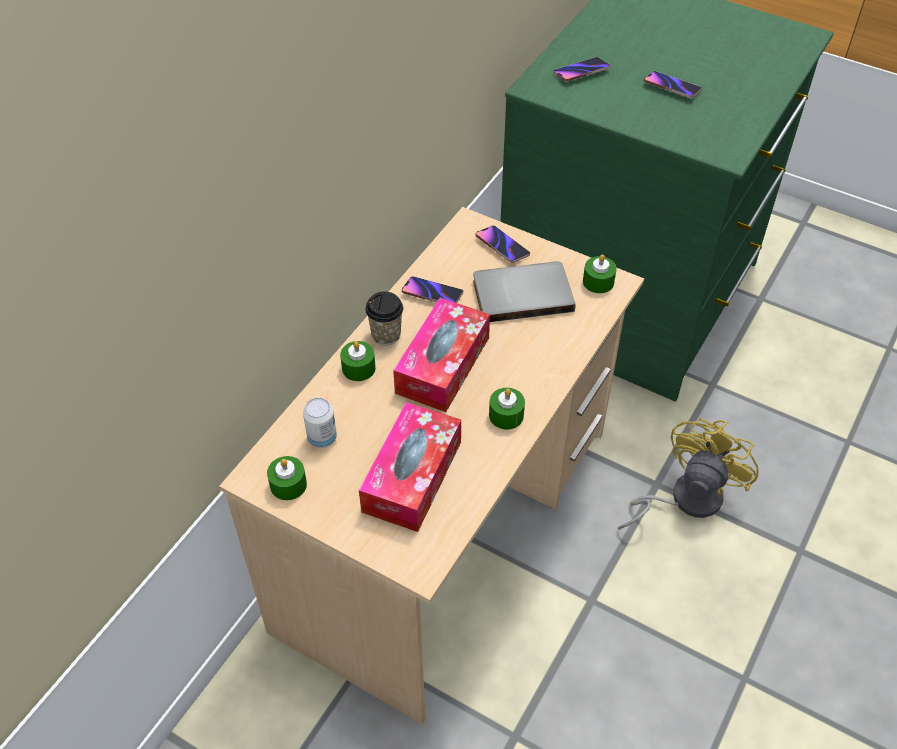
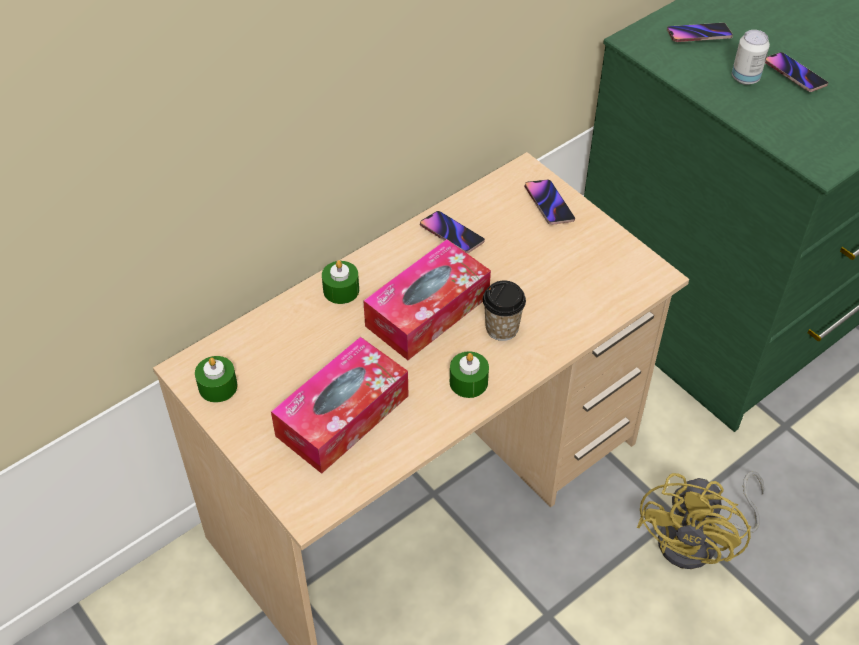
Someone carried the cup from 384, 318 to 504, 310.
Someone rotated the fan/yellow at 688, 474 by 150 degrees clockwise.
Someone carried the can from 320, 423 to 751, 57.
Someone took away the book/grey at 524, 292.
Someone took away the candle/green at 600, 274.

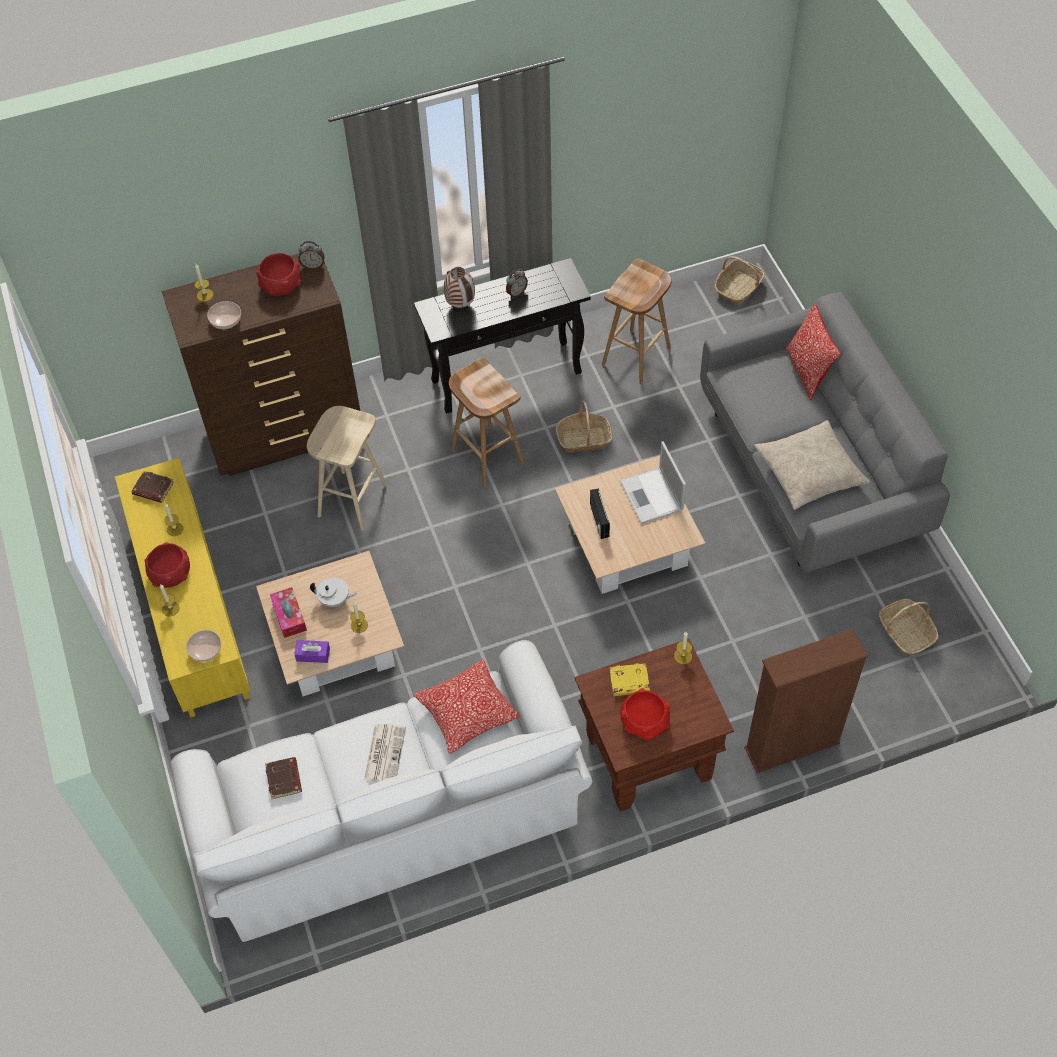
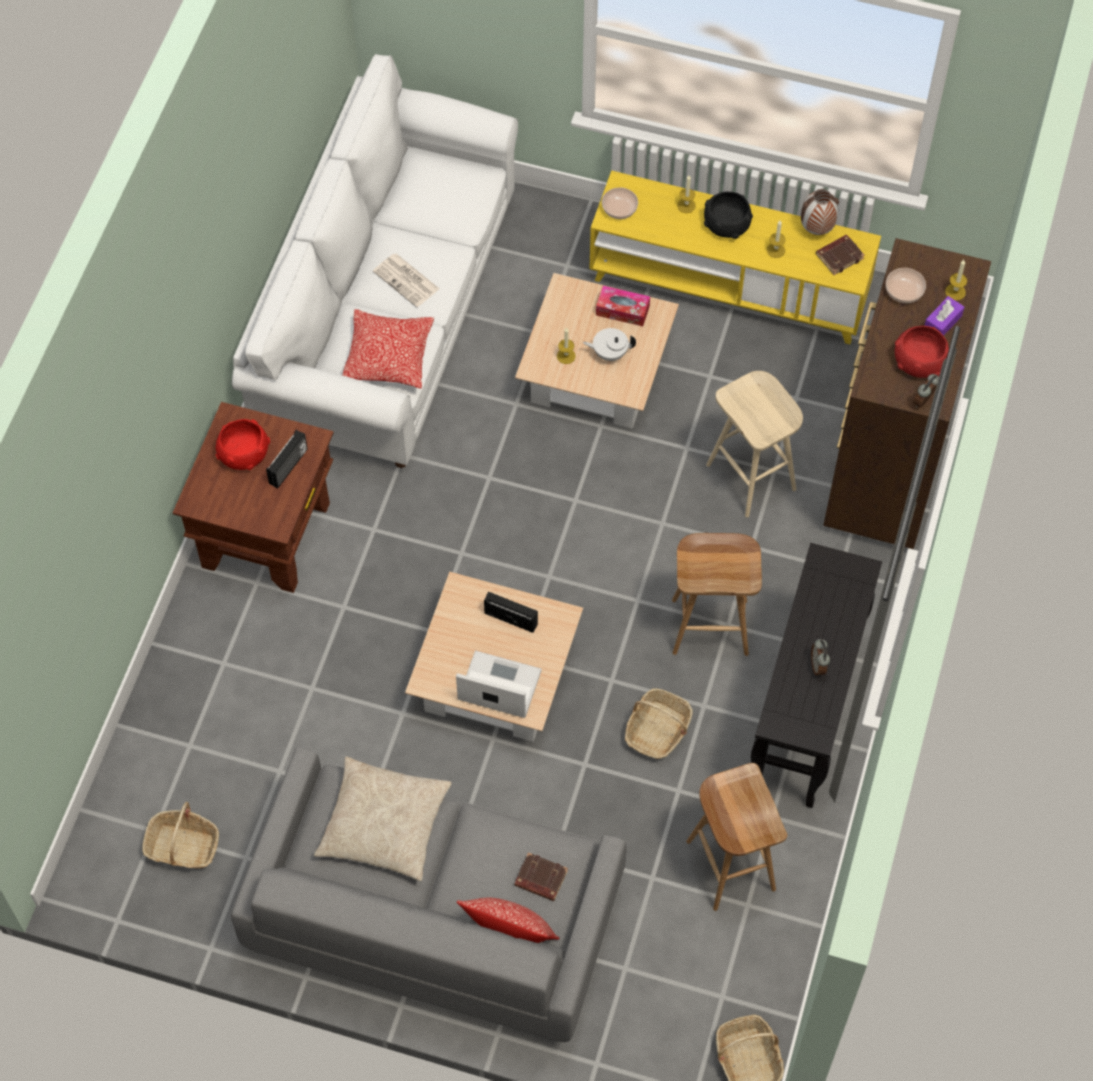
Someone swapped the book/yellow at 629, 679 for the radio at 287, 459.
Someone carried the book/brown from 283, 778 to 541, 876.
Someone rotated the teapot/white at 333, 592 by 45 degrees clockwise.
Someone repainted the bowl/red at 167, 565, which became the bowl/black at 728, 215.
Someone carried the vase from 459, 287 to 820, 212.
Someone carried the tissue box/purple from 312, 651 to 944, 316.
Someone took away the candle at 683, 648.
Someone took away the bookcase/brown at 806, 701.

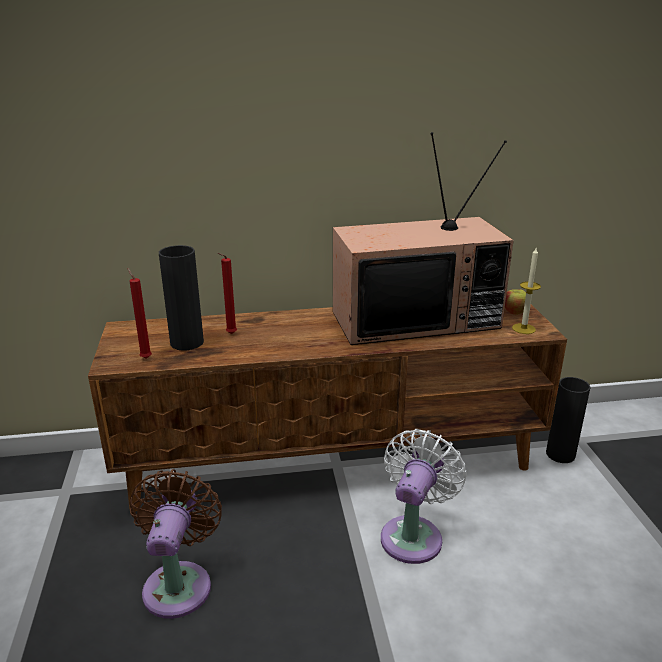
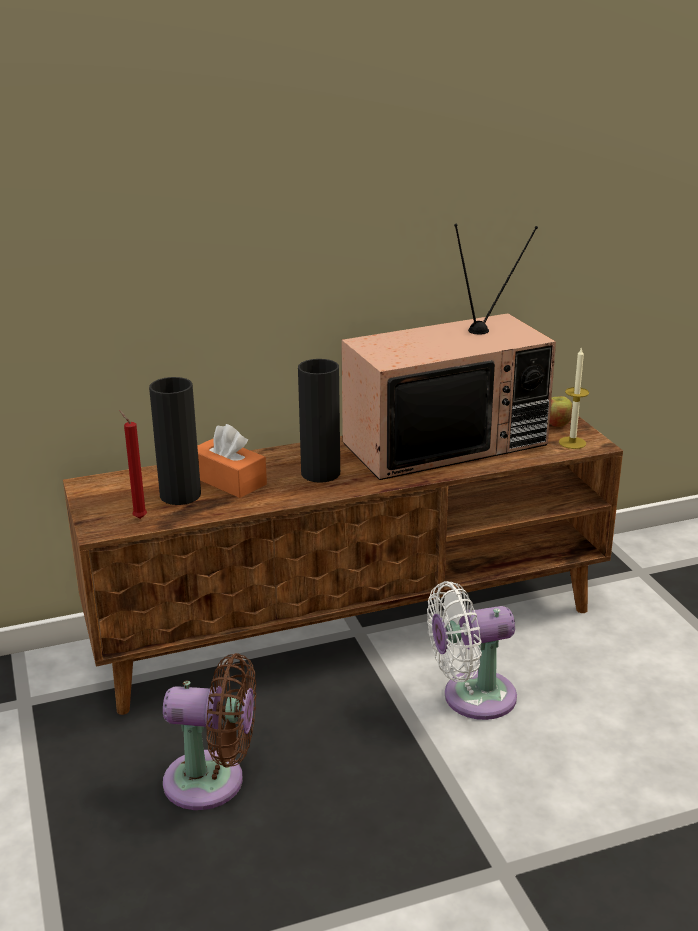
Someone rotated the fan/brown at 176, 544 by 105 degrees clockwise.
Someone swapped the candle/red at 227, 293 for the tissue box/orange at 232, 461.
Someone carried the vase/black from 568, 420 to 319, 421.
Someone rotated the fan/white at 424, 496 by 120 degrees counterclockwise.

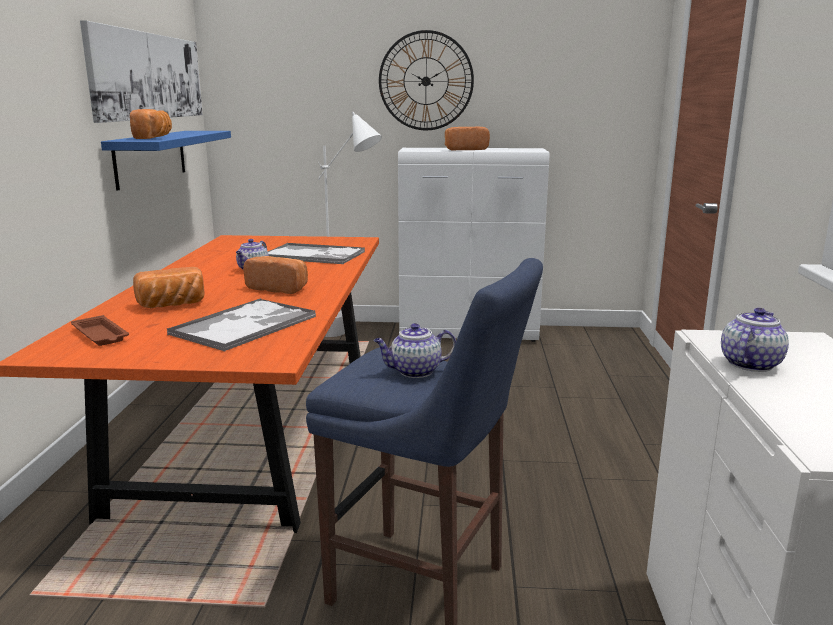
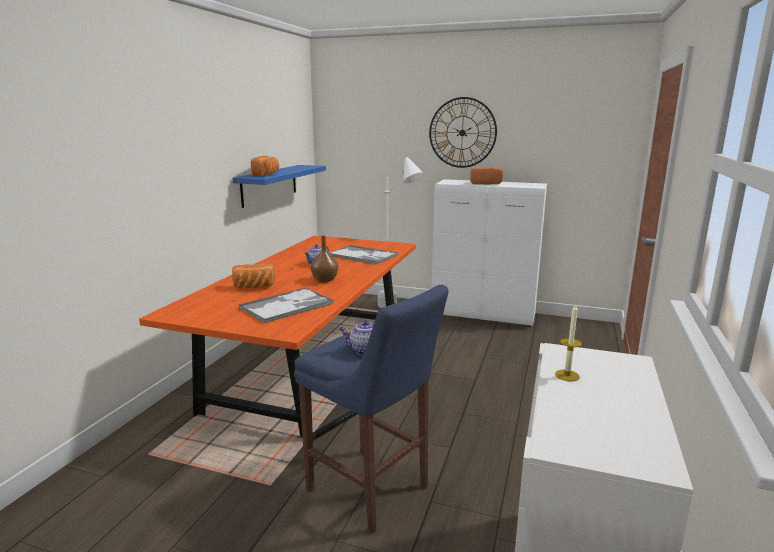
Someone swapped the bread at 275, 275 for the vase/brown at 324, 259.
Someone swapped the teapot at 755, 340 for the candle at 568, 342.
Someone took away the tray/brown at 100, 330.
Someone took away the picture at 141, 71.

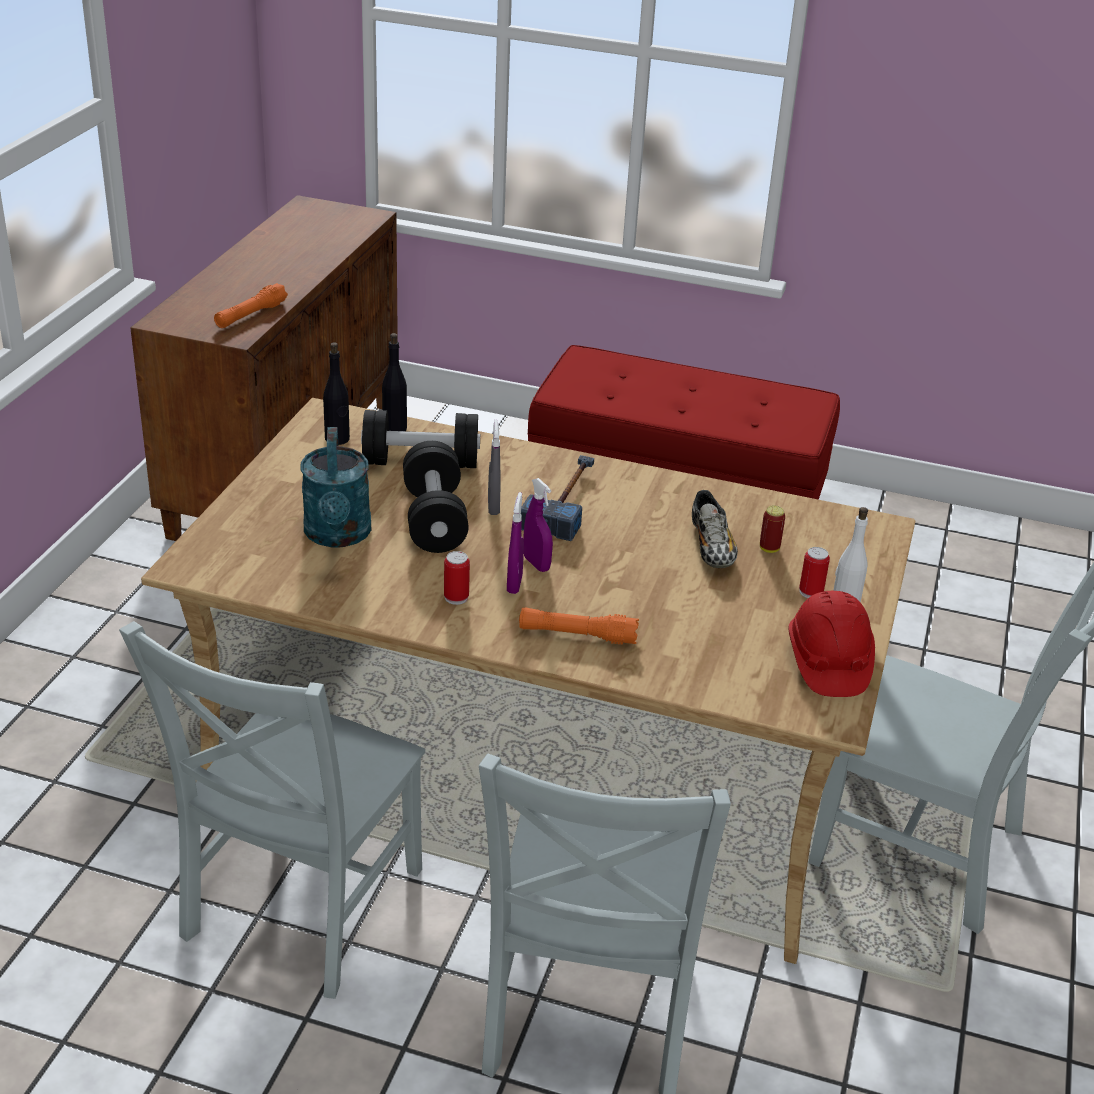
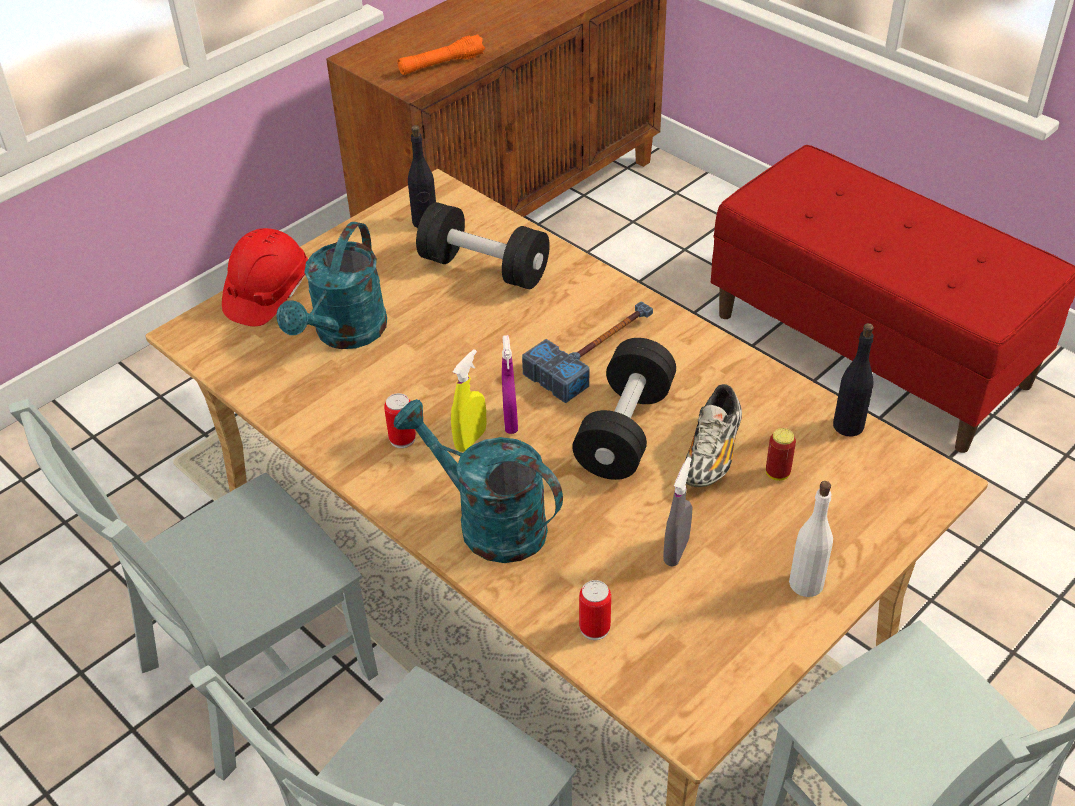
Someone carried the hard hat/red from 831, 644 to 265, 277.
Someone swapped the flashlight/orange at 579, 626 for the watering can/turquoise at 478, 481.
Someone repainted the spray bottle/purple at 515, 543, which became the spray bottle/yellow at 468, 400.
Someone carried the dumbbell/black from 436, 497 to 624, 409.
Someone carried the can from 814, 572 to 595, 610.
Someone carried the spray bottle/grey from 494, 467 to 677, 511.
Someone carried the bottle/black from 394, 382 to 853, 380.

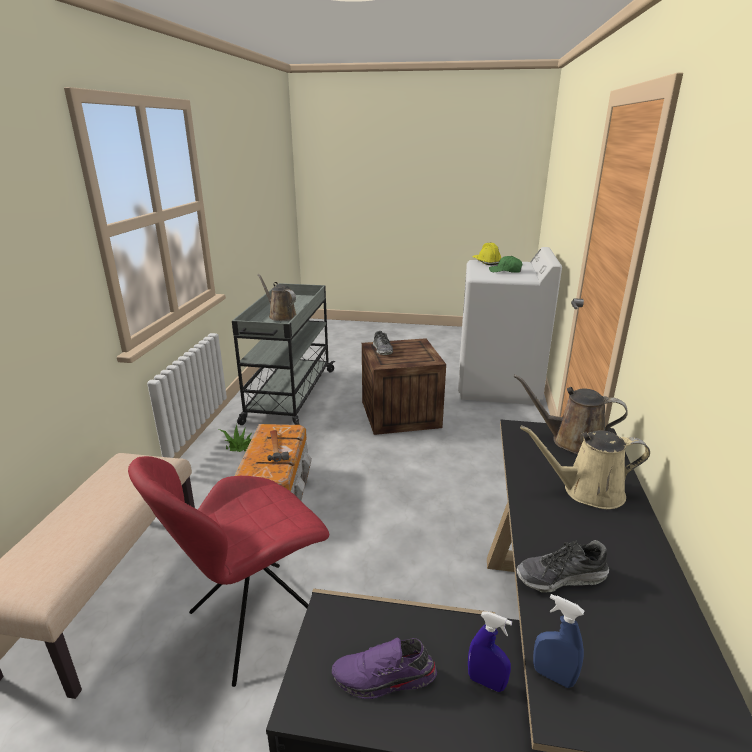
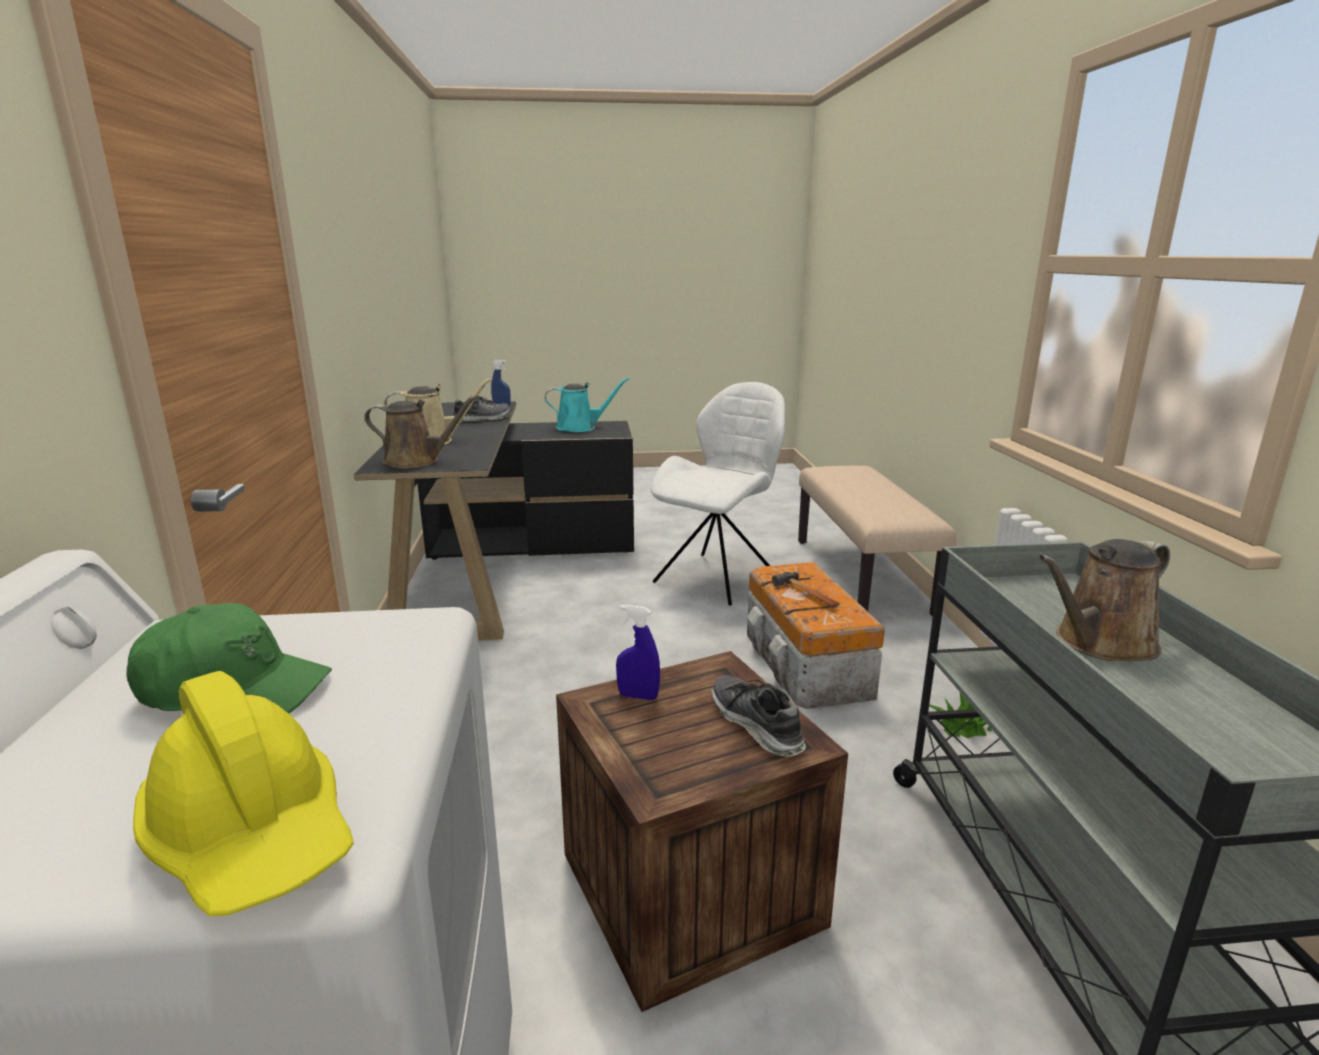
Someone swapped the shoe/purple at 384, 668 for the watering can/turquoise at 587, 404.
Someone carried the spray bottle/blue from 490, 651 to 638, 652.
Someone repainted the chair/red at 228, 571, which became the chair/white at 718, 494.
Someone rotated the watering can/brown at 276, 297 by 120 degrees clockwise.

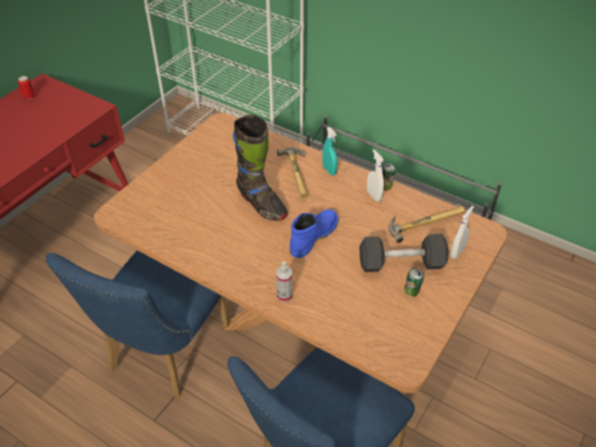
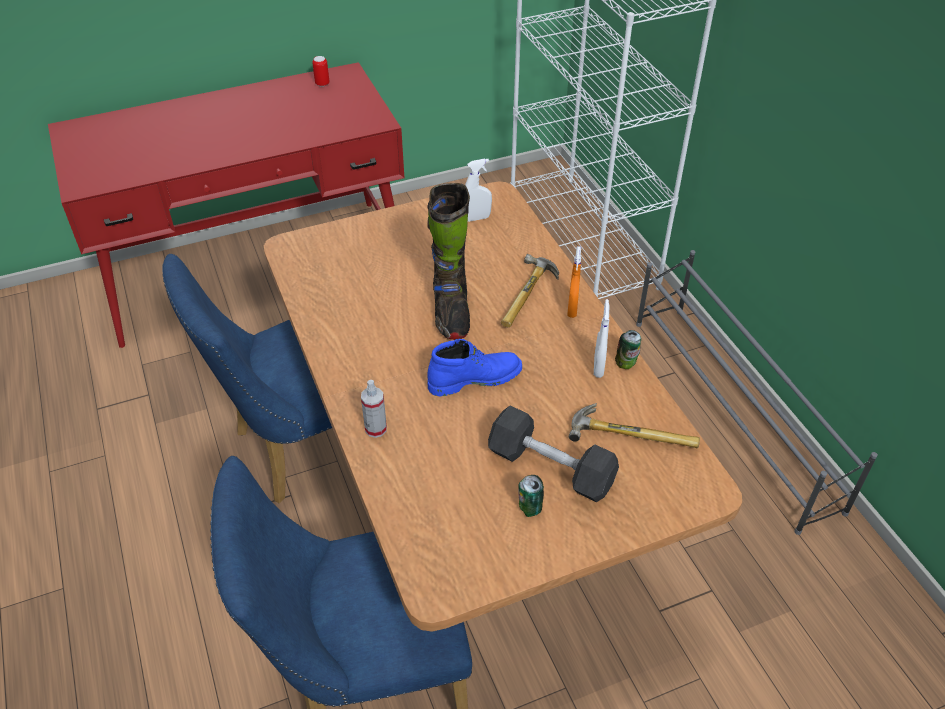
Someone carried the spray bottle/white from 462, 232 to 478, 190.
Someone repainted the spray bottle/turquoise at 330, 151, which became the spray bottle/orange at 574, 282.

